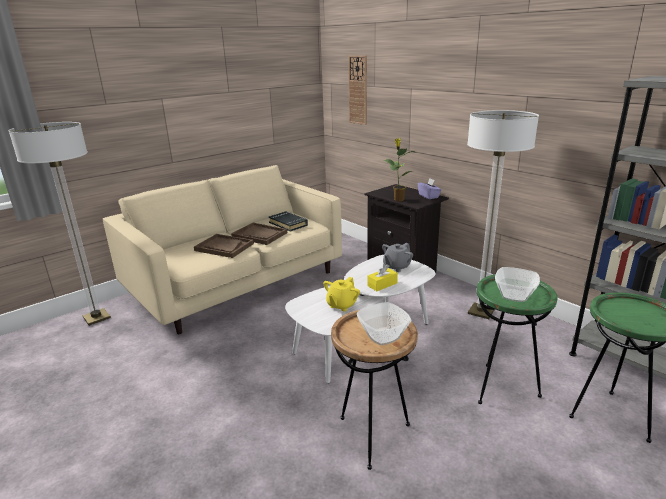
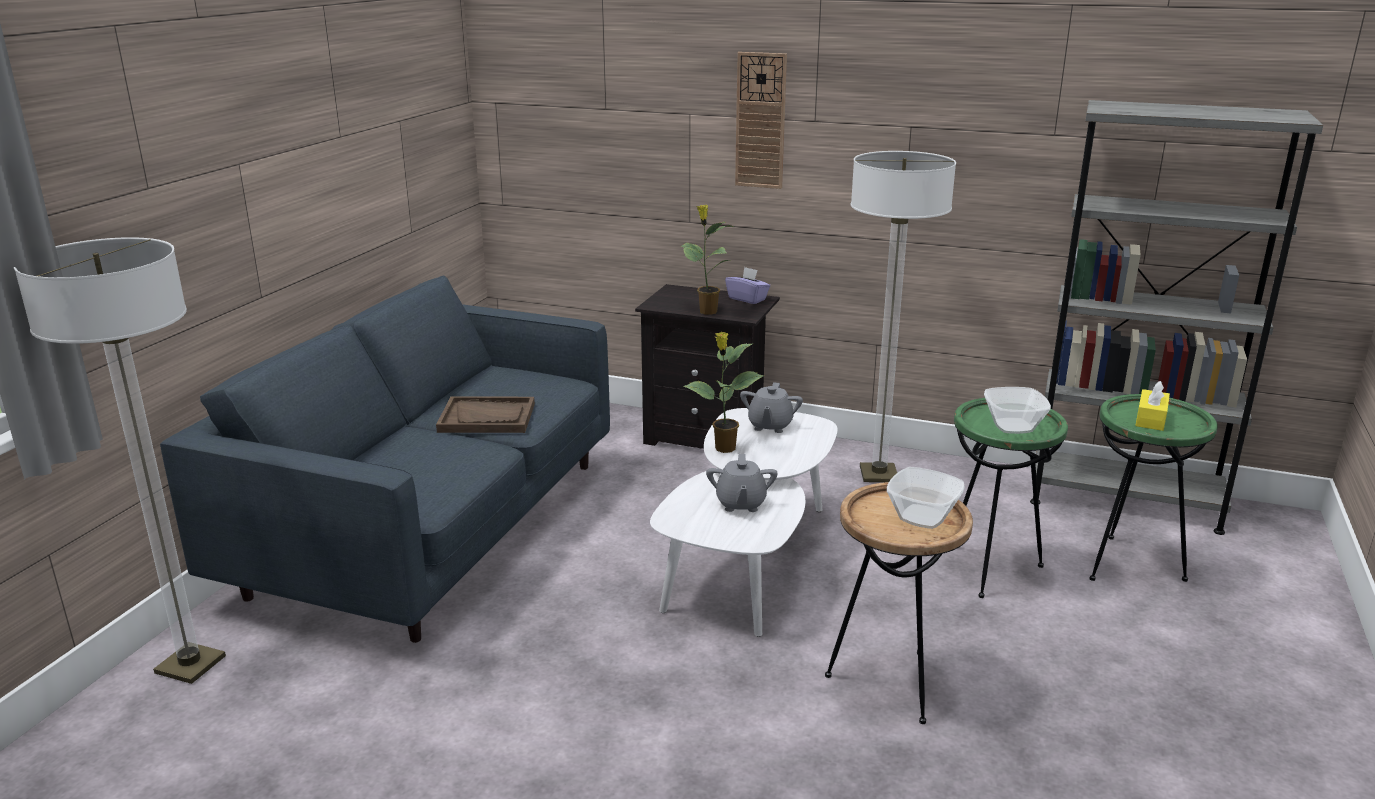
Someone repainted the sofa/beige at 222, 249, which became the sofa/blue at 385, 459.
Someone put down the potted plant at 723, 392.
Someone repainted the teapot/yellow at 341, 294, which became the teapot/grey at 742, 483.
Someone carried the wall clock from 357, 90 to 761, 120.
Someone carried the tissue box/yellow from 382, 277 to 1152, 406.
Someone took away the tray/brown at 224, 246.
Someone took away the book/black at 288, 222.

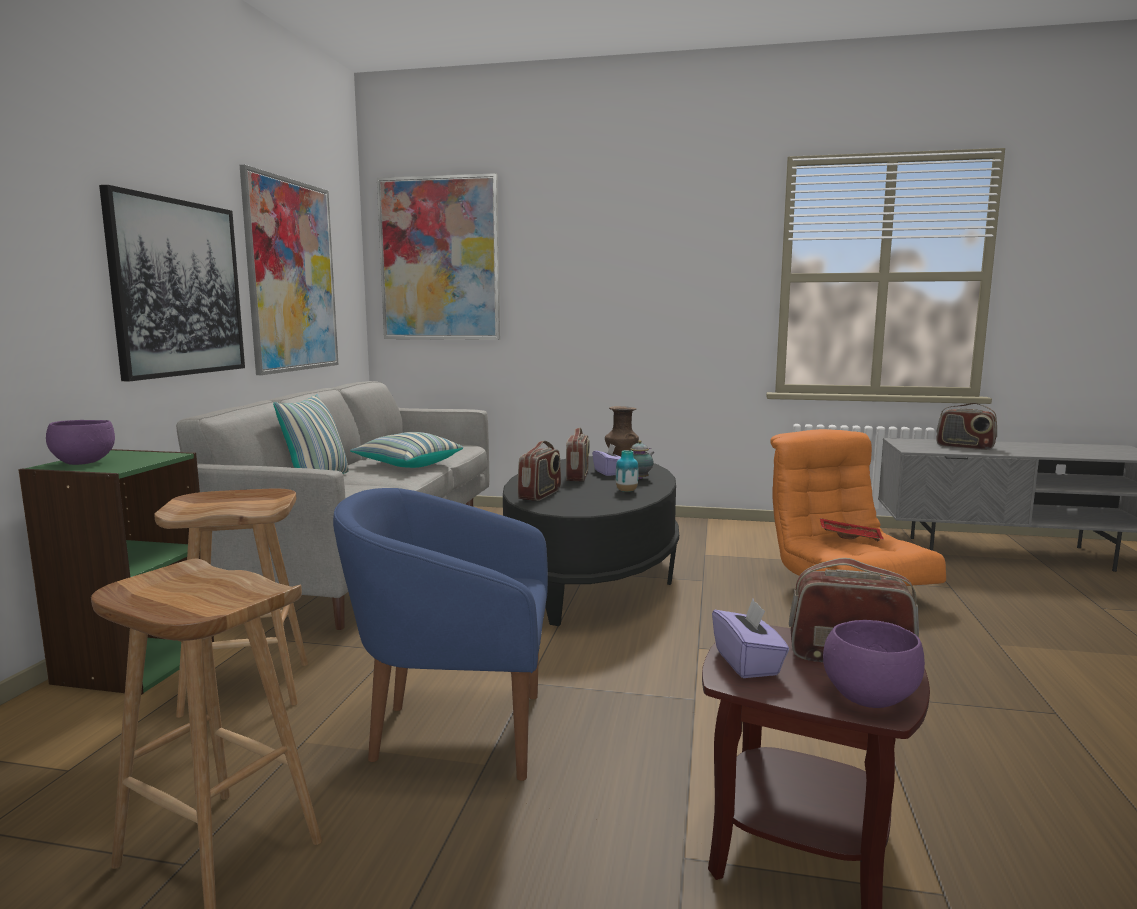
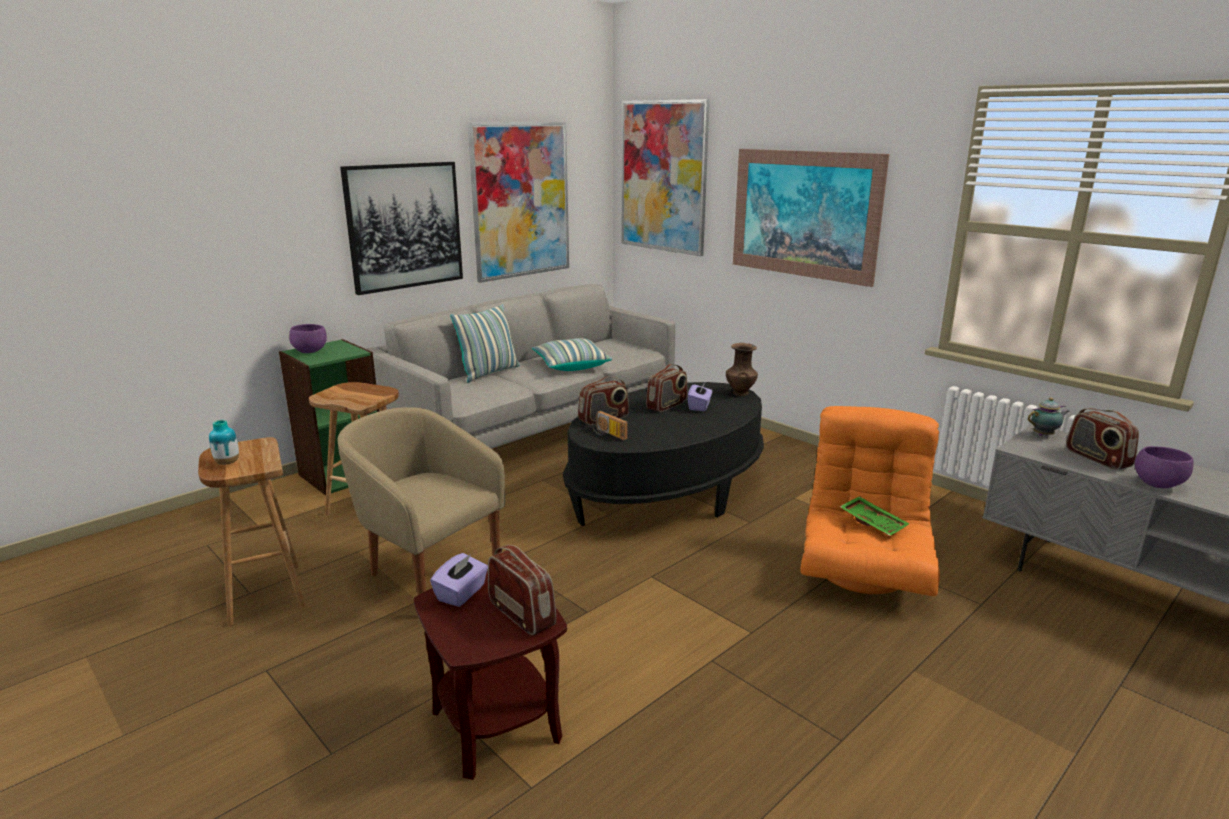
Someone carried the vase from 627, 471 to 224, 442.
Someone repainted the armchair/blue at 440, 634, which became the armchair/beige at 421, 501.
Someone put down the radio at 610, 425.
Someone put up the picture at 811, 218.
Someone repainted the tray/red at 852, 529, which became the tray/green at 875, 516.
Someone carried the teapot from 642, 460 to 1048, 416.
Someone carried the bowl/purple from 874, 664 to 1164, 467.

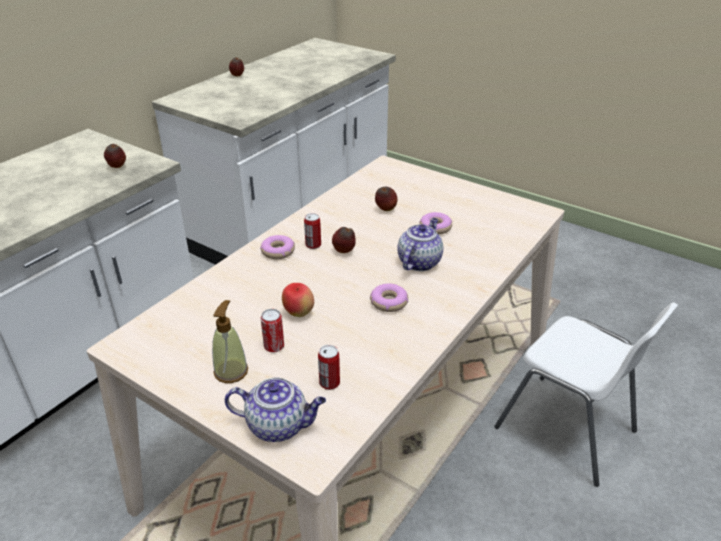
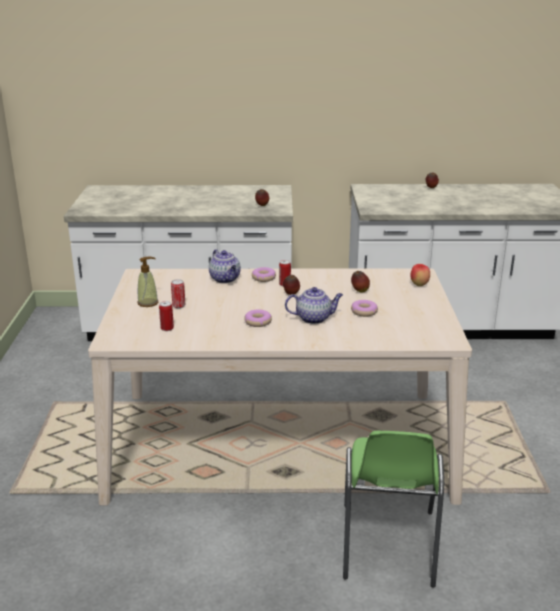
Someone carried the teapot from 275, 409 to 225, 266.
Someone repainted the chair/white at 586, 394, which became the chair/green at 393, 509.
Someone carried the apple from 298, 300 to 420, 275.

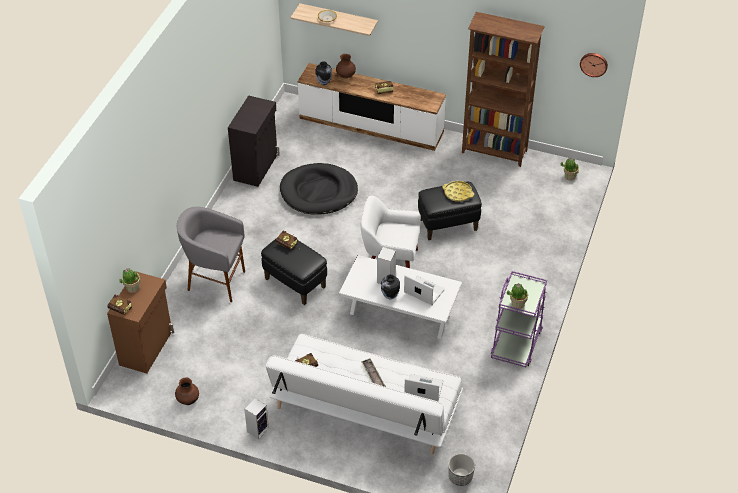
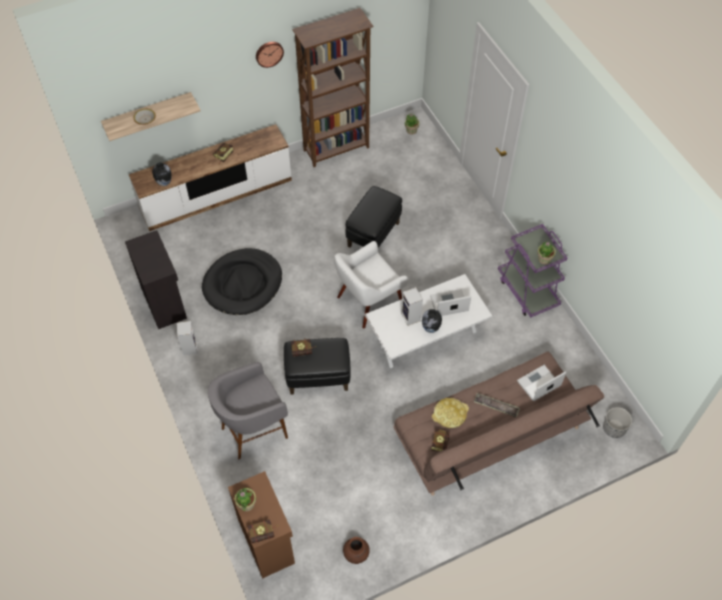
Someone carried the speaker from 256, 418 to 187, 338.
Someone carried the wall clock from 594, 65 to 270, 55.
Someone repainted the sofa/white at 364, 394, which became the sofa/brown at 498, 424.
Someone carried the tray/yellow from 458, 191 to 450, 413.
Someone took away the vase/brown at 346, 66.

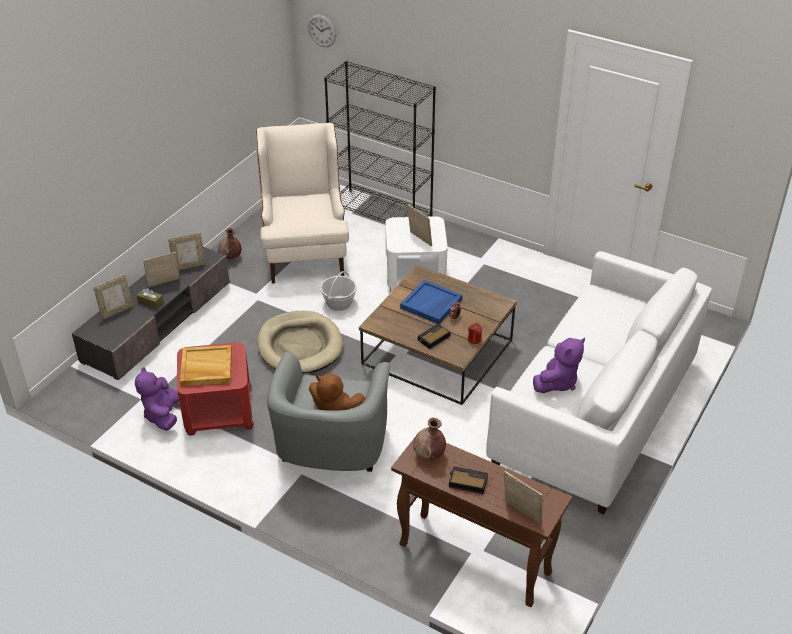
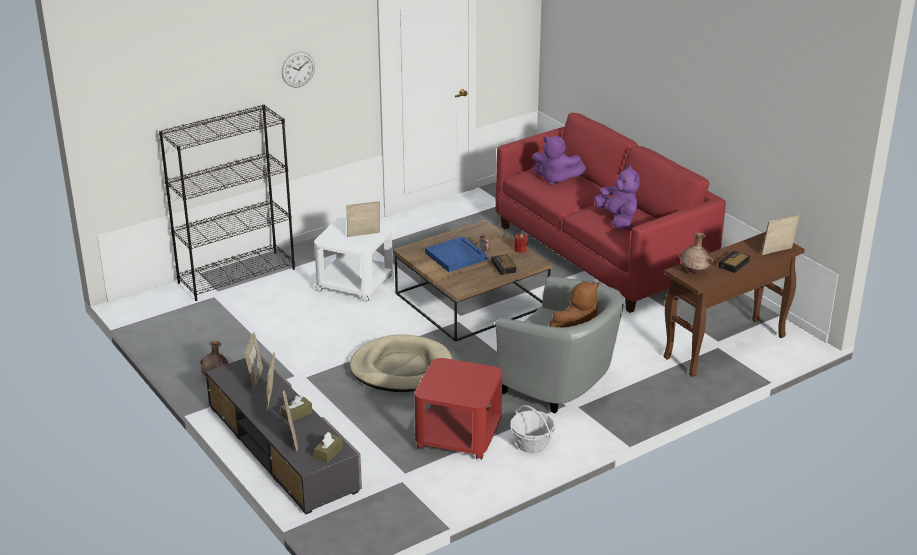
Someone carried the wall clock from 322, 30 to 298, 70.
Someone put down the tissue box/brown at 328, 447.
Someone repainted the sofa/white at 599, 382, which became the sofa/red at 610, 213.
Someone carried the basket from 338, 291 to 533, 429.
Someone carried the plush toy/purple from 157, 399 to 559, 161.
Someone took away the tray/beige at 206, 365.
Someone took away the armchair/beige at 302, 203.

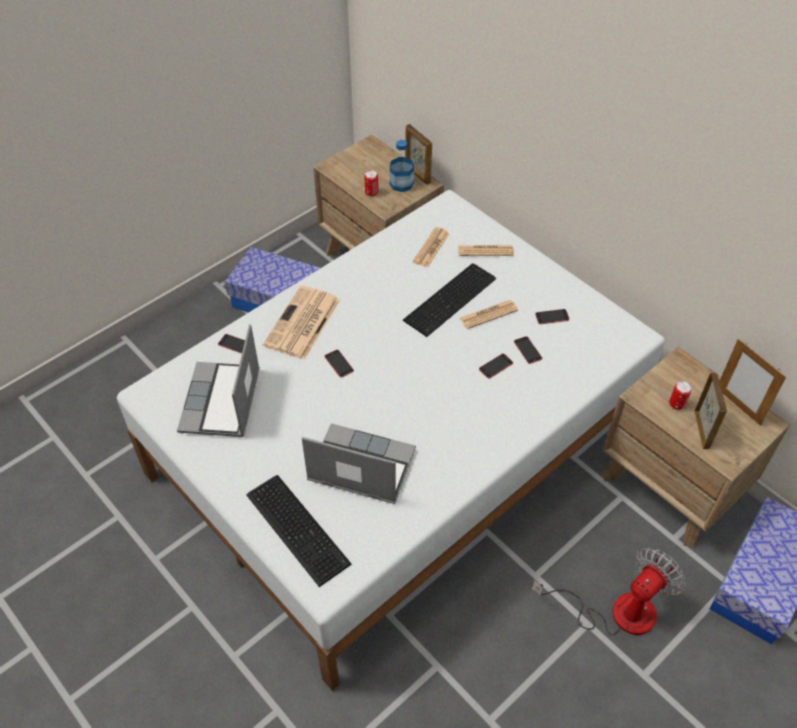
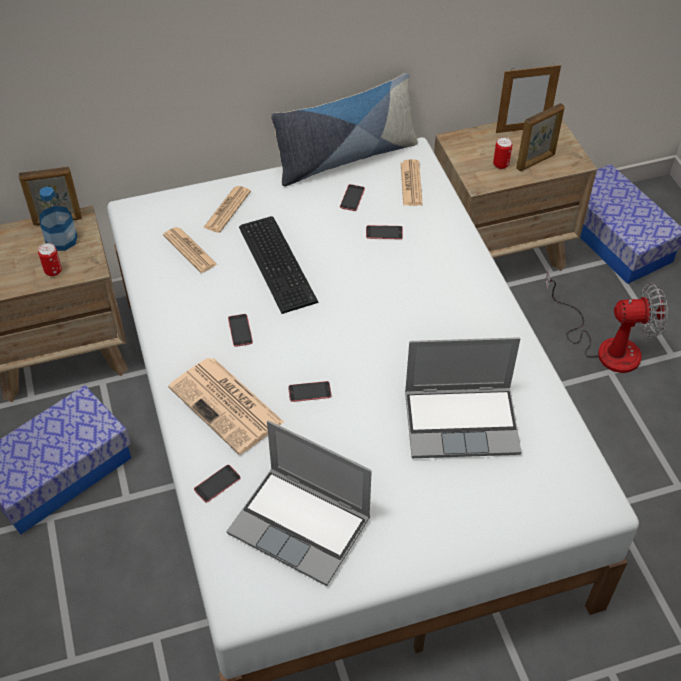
Someone carried the phone from 496, 366 to 240, 330.
Someone put down the pillow at 344, 129.
Someone carried the newspaper from 489, 314 to 412, 182.
Someone rotated the laptop at 359, 463 by 135 degrees counterclockwise.
Someone rotated the picture frame at 710, 411 by 120 degrees clockwise.
Someone rotated the fan at 608, 592 by 105 degrees clockwise.
Someone took away the keyboard at 299, 531.

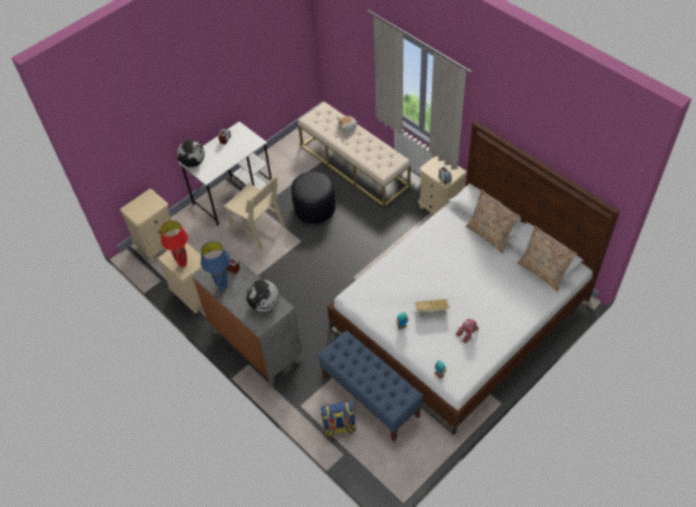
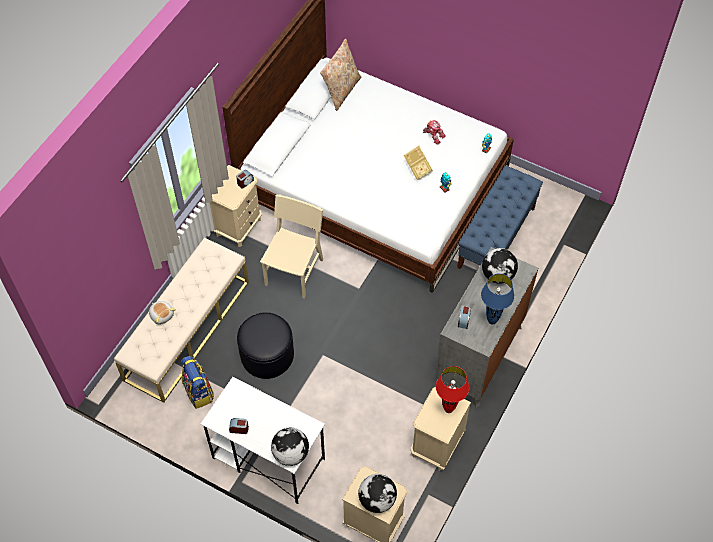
Someone carried the backpack from 338, 419 to 197, 382.
Someone carried the chair/beige from 254, 212 to 291, 246.
Someone put down the globe at 377, 493.
Someone took away the pillow/beige at 493, 221.

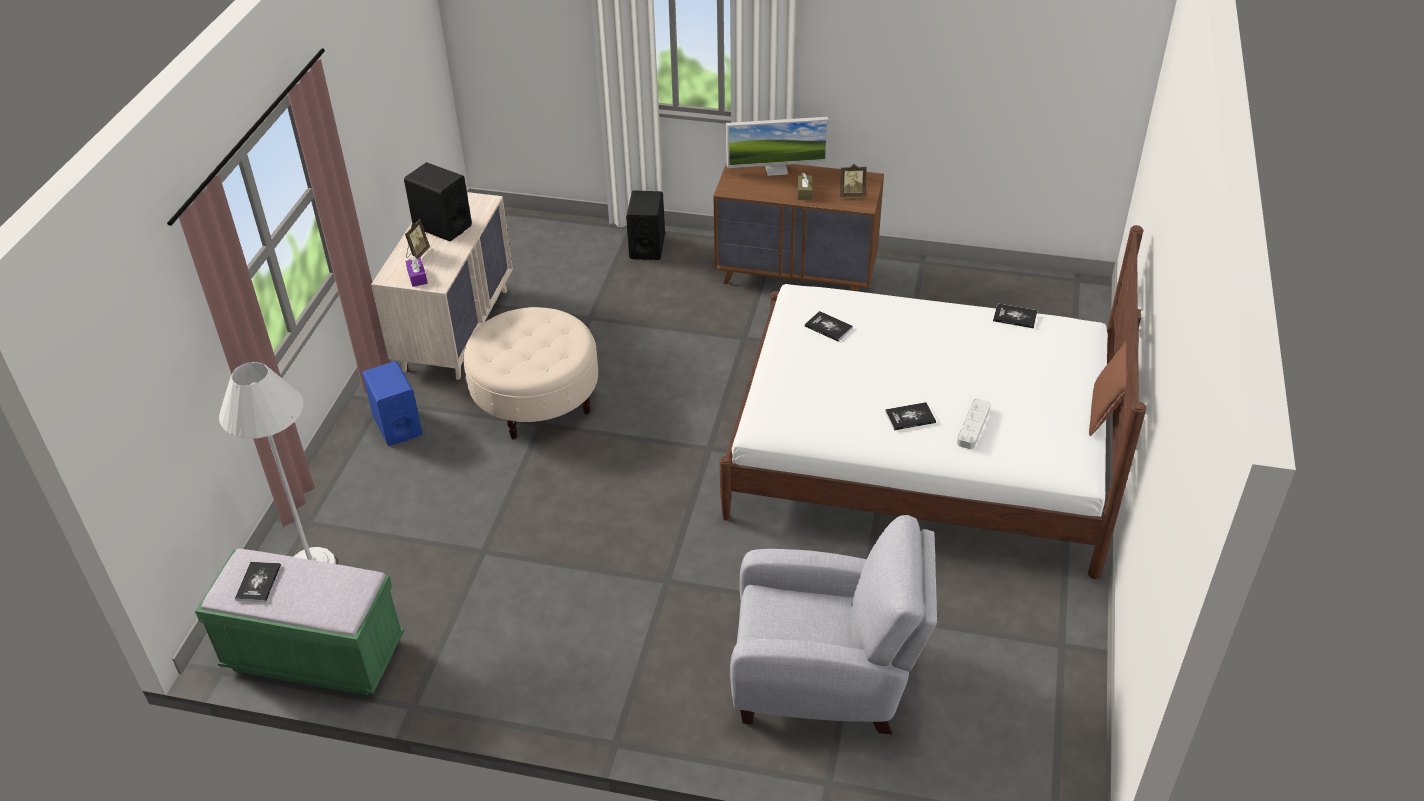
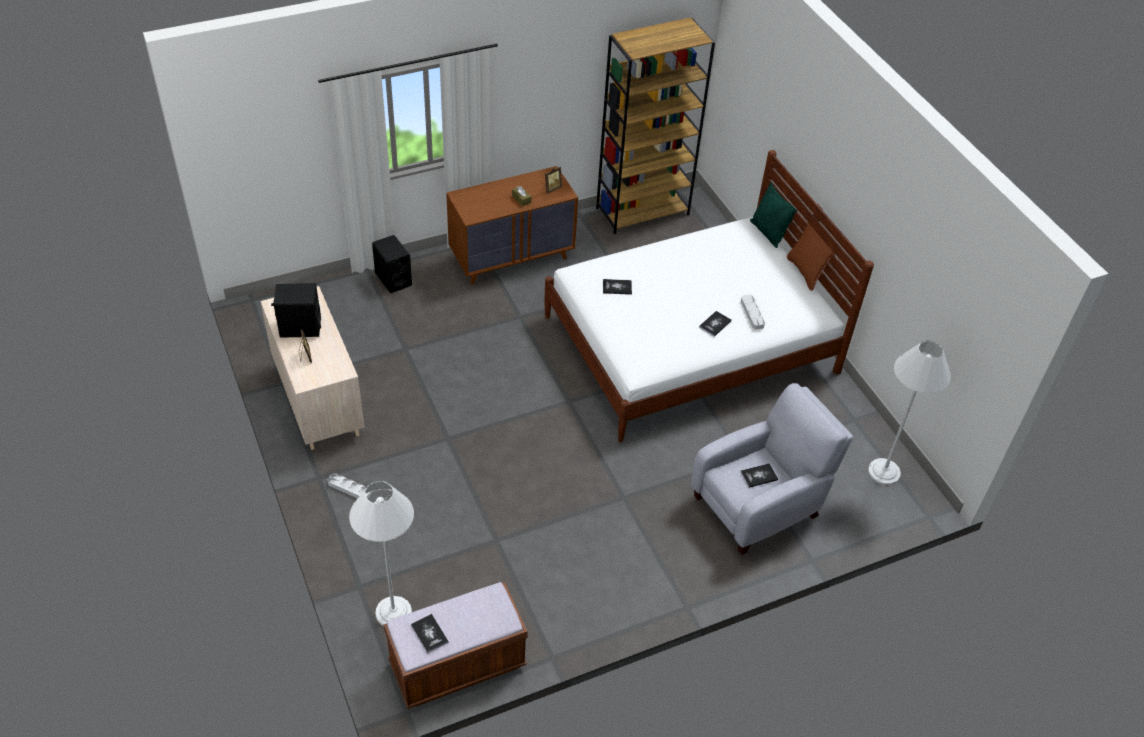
Someone swapped the speaker/blue at 392, 403 for the tray/grey at 349, 486.
Someone repainted the bench/green at 299, 622, which became the bench/brown at 456, 645.
Someone put down the bookcase/brown at 655, 125.
Someone carried the book from 1015, 316 to 759, 475.
Someone put down the pillow/green at 774, 215.
Someone put down the floor lamp/white at 909, 412.
Someone took away the tissue box/purple at 416, 271.
Someone took away the ottoman/beige at 530, 373.
Someone took away the monitor at 777, 146.

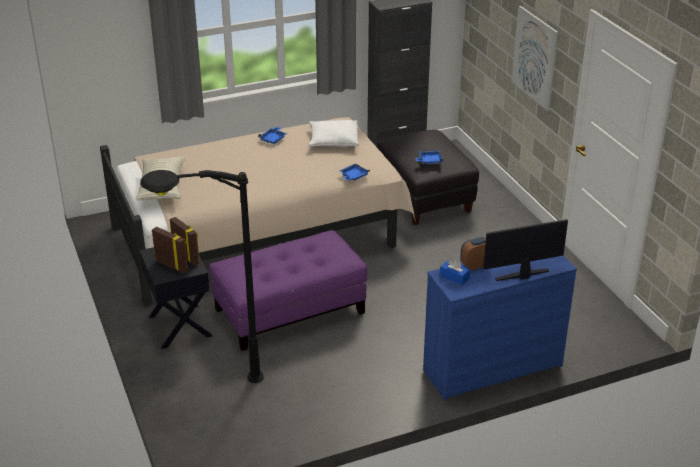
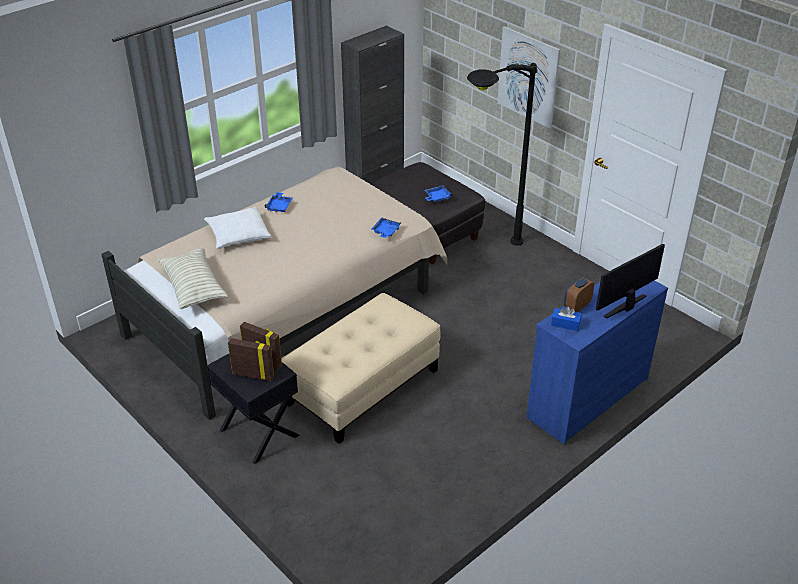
Someone carried the pillow/white from 334, 133 to 237, 228.
Someone repainted the ottoman/purple at 288, 290, which became the ottoman/beige at 360, 368.
Someone carried the floor lamp/black from 202, 276 to 502, 154.

